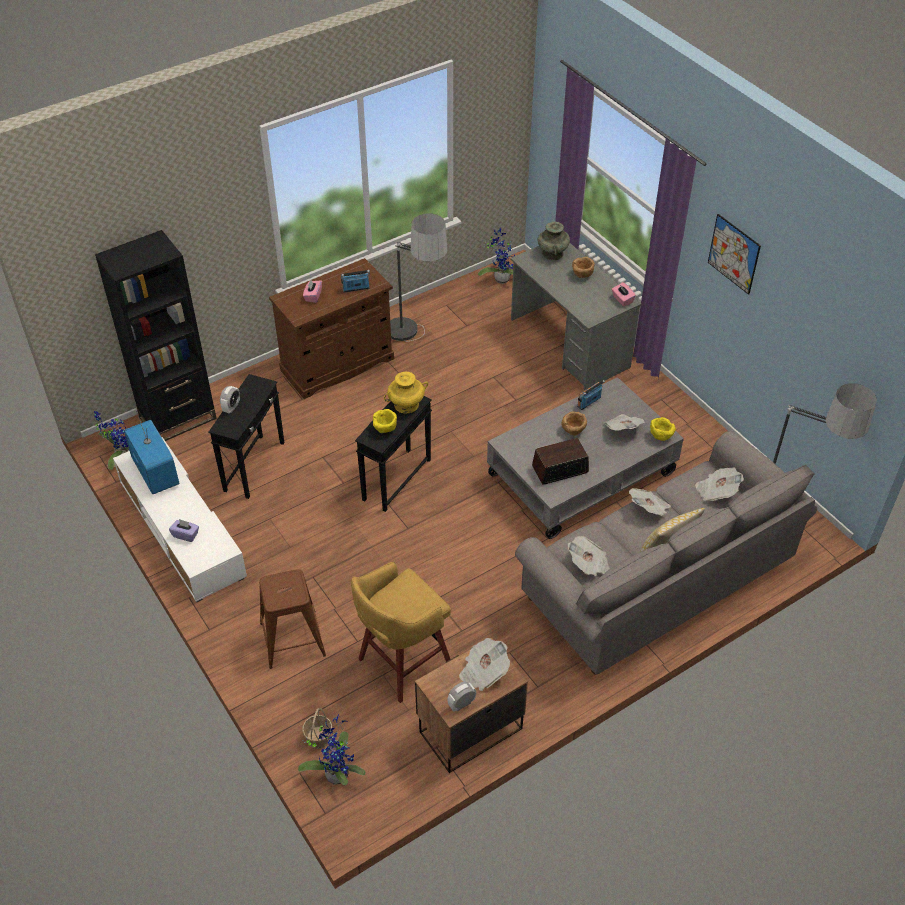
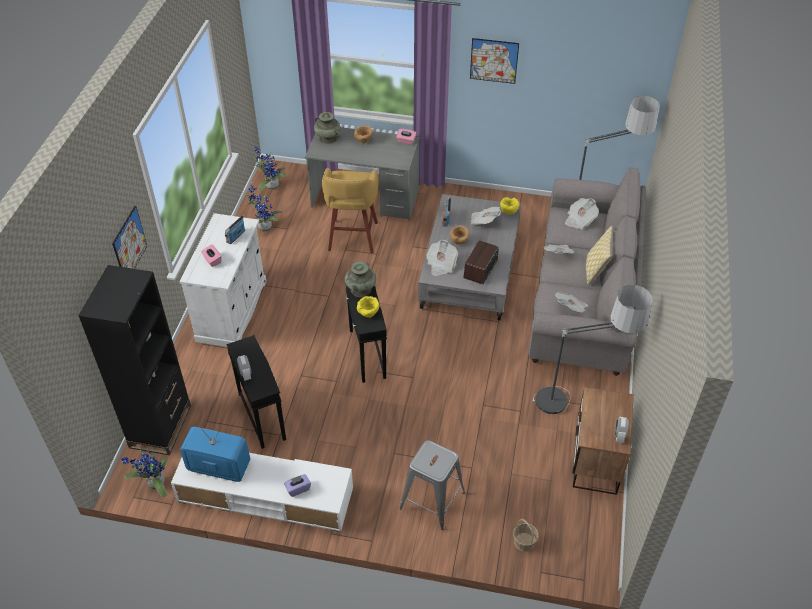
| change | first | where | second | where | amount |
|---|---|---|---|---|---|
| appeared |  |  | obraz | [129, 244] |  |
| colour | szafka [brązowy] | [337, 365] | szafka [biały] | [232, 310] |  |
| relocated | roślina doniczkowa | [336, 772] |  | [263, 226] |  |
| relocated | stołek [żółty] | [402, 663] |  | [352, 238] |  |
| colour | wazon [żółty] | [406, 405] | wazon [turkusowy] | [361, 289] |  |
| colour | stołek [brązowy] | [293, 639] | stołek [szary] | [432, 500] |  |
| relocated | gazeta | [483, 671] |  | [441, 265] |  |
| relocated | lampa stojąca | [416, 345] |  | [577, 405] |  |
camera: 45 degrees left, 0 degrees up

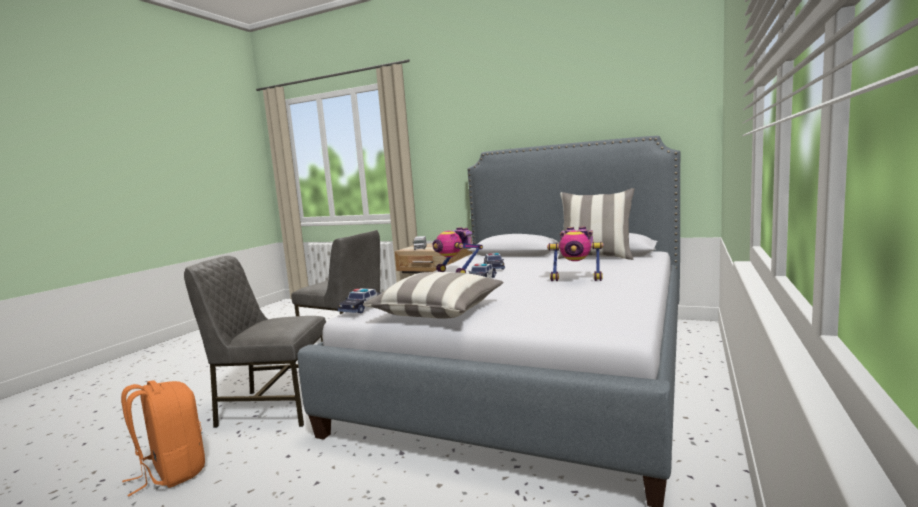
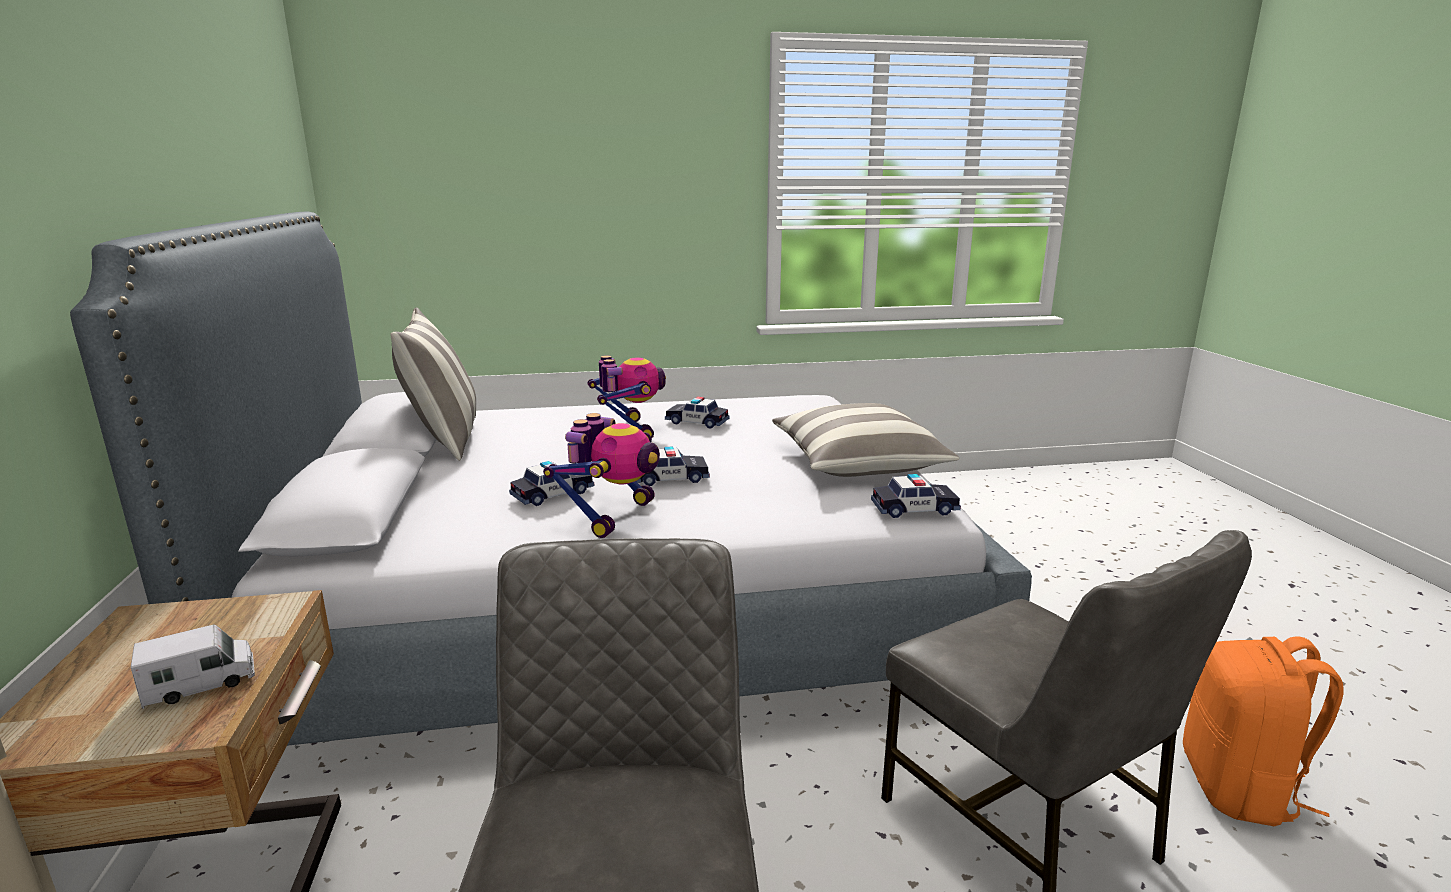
| change | first | where | second | where | amount |
|---|---|---|---|---|---|
| appeared |  |  | samochodzik | [697, 422] |  |
camera: 125 degrees left, 10 degrees up

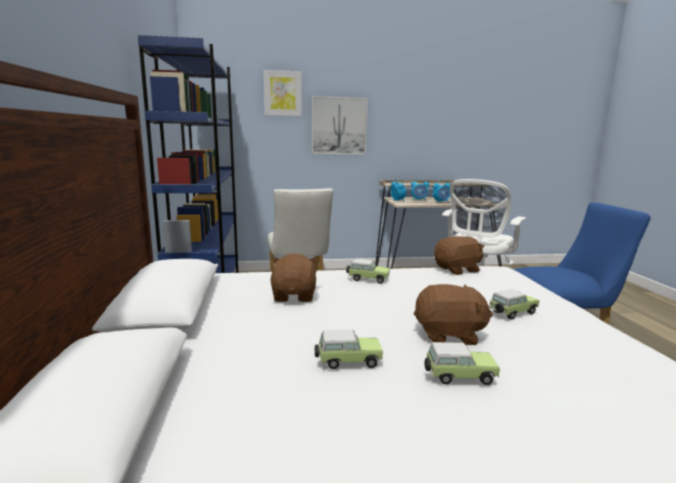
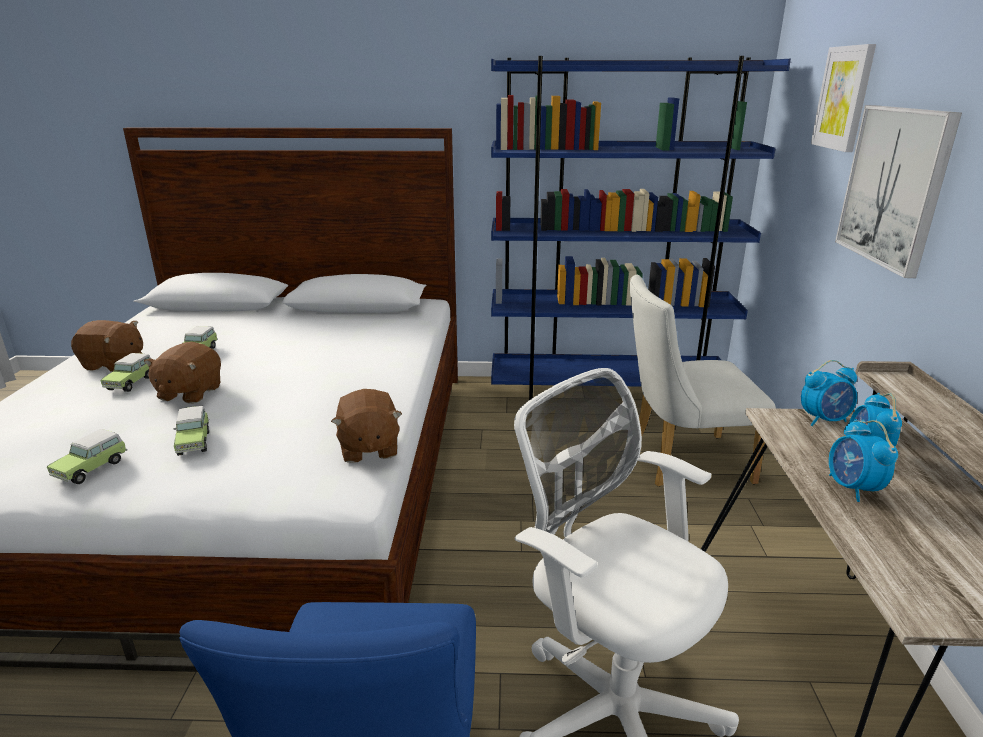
| change | first | where | second | where | amount |
|---|---|---|---|---|---|
| relocated | samochodzik | [367, 279] |  | [93, 468] |  |
| relocated | pluszak [brązowy] | [294, 296] |  | [114, 364] |  |
camera: 100 degrees right, 10 degrees up

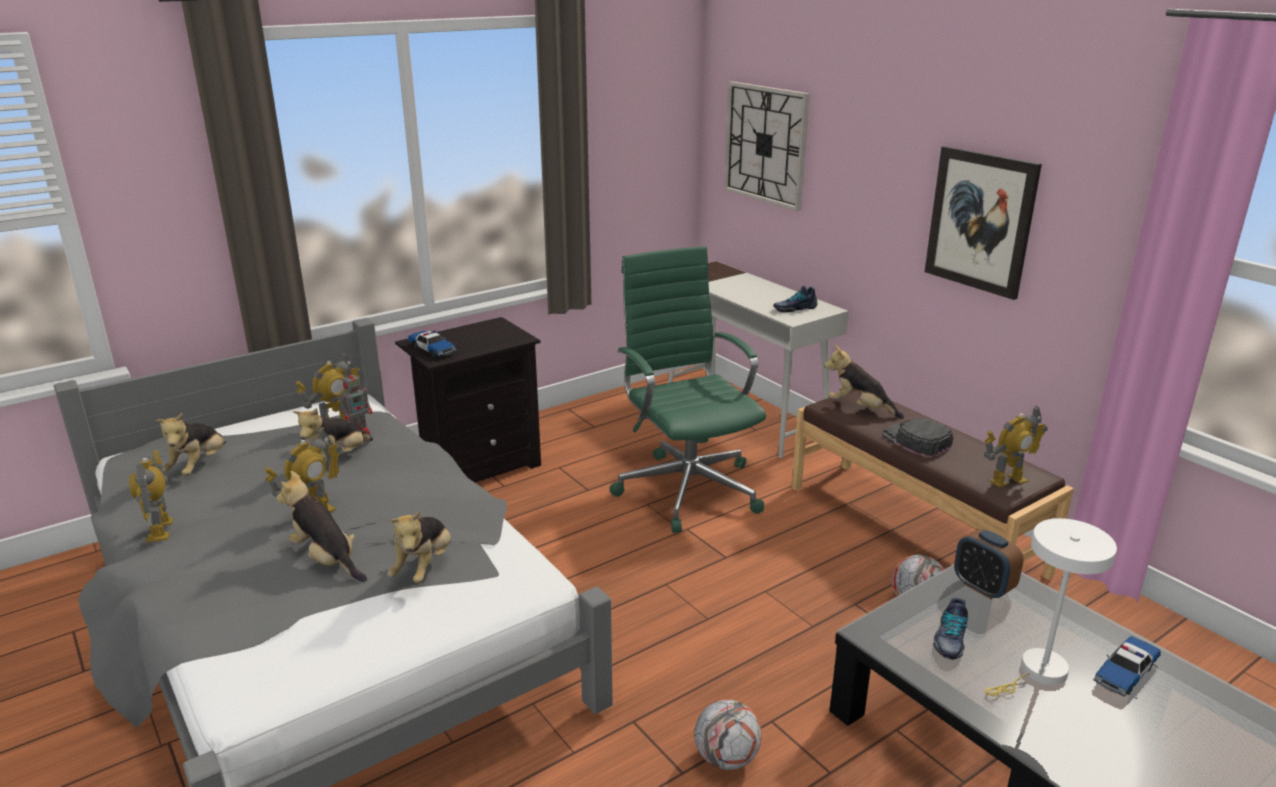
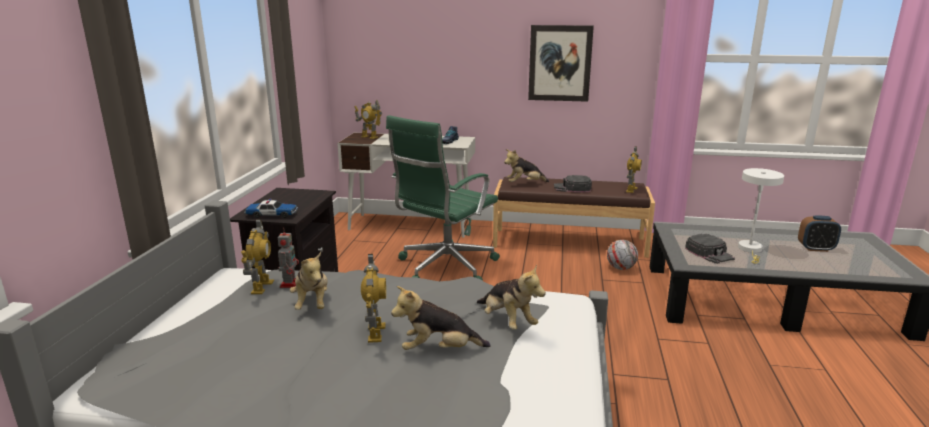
| change | first | where | second | where | amount |
|---|---|---|---|---|---|
| relocated | robot zabawkowy | [161, 530] |  | [369, 137] |  |
| spun | krzesło biurowe [zielony] | [687, 488] |  | [444, 267] | 75 degrees counterclockwise |
| exchanged | but | [949, 639] | czapka z daszkiem [czarny] | [709, 253] |  |
| relocated | budzik | [983, 587] |  | [815, 248] |  |
| missing | pluszak | [199, 466] |  |  |  |
| missing | piłka futbolowa | [726, 758] |  |  |  |
| missing | zegar ścienny | [765, 144] |  |  |  |
| missing | samochodzik | [1125, 673] |  |  |  |
camera: 45 degrees left, 5 degrees down

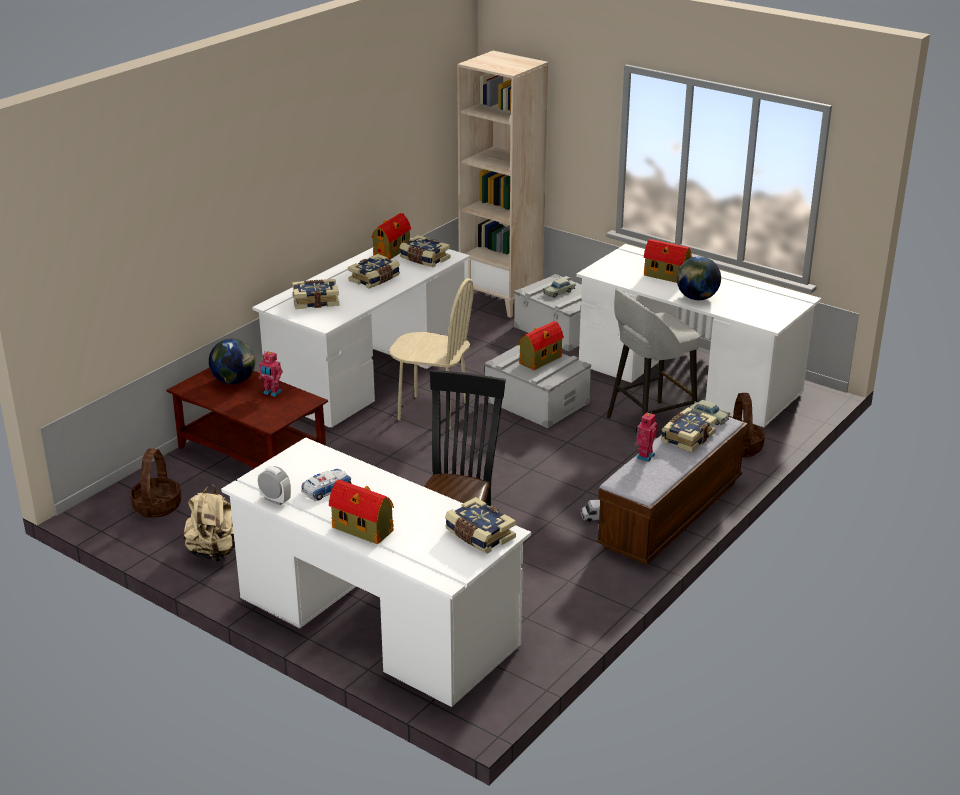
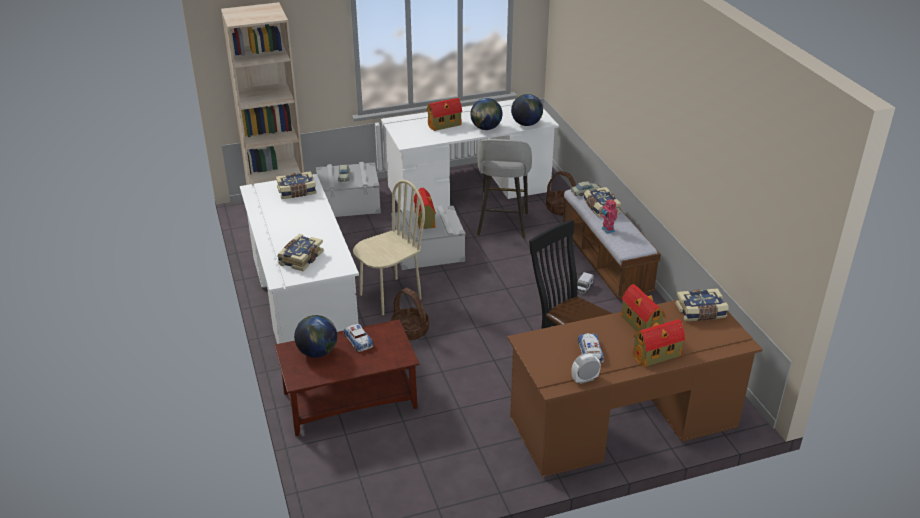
| change | first | where | second | where | amount |
|---|---|---|---|---|---|
| exchanged | robot zabawkowy | [272, 393] | samochodzik | [358, 340] |  |
| relocated | koszyk | [157, 506] |  | [410, 330] |  |
| colour | biurko [biały] | [377, 623] | biurko [brązowy] | [623, 424] |  |
| appeared |  |  | globus | [526, 124] |  |
| relocated | domek | [392, 251] |  | [640, 324] |  |
| missing | plecak [beżowy] | [214, 552] |  |  |  |
| missing | książka | [375, 279] |  |  |  |
camera: 55 degrees left, 5 degrees up

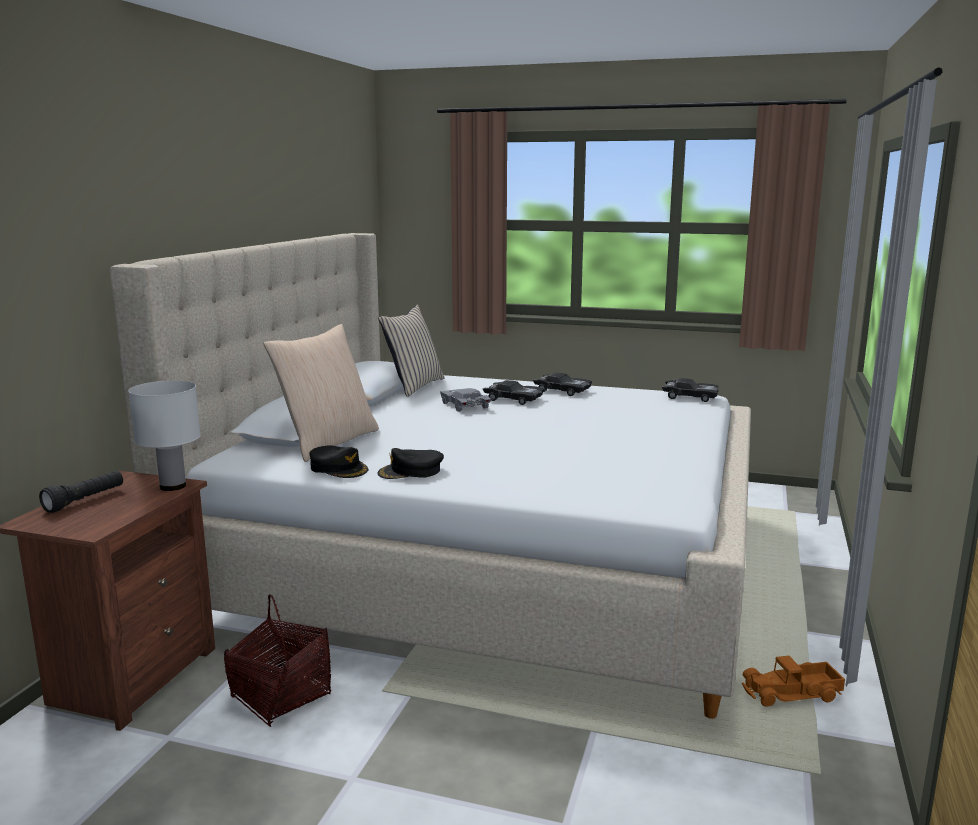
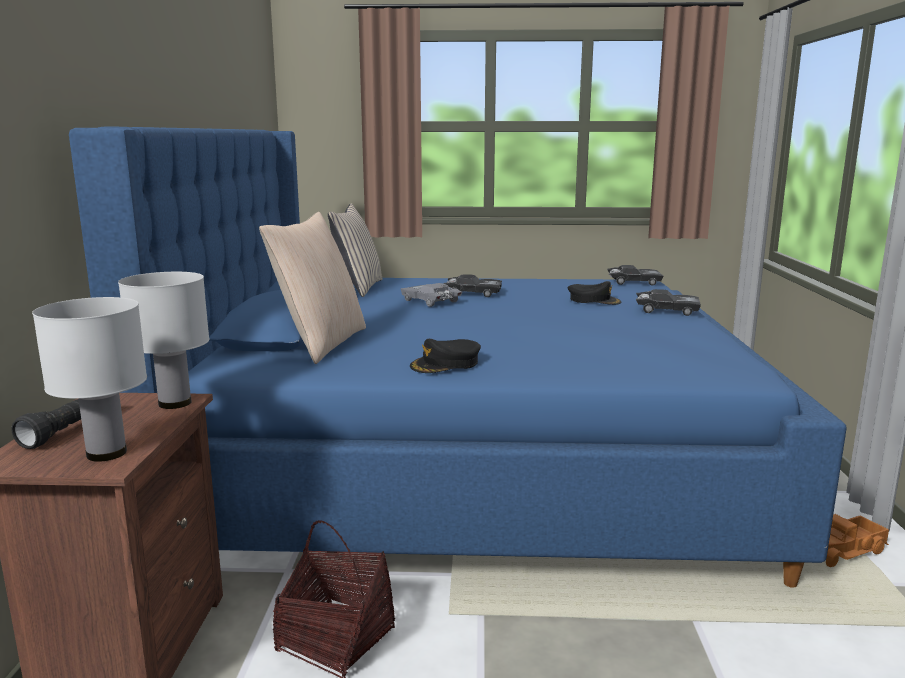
| change | first | where | second | where | amount |
|---|---|---|---|---|---|
| appeared |  |  | lampa stołowa [biały] | [105, 454] |  |
| colour | łóżko [beżowy] | [486, 562] | łóżko [niebieski] | [468, 462] |  |
| relocated | czapka z daszkiem [czarny] | [339, 468] |  | [594, 300] |  |
| relocated | samochodzik [czarny] | [562, 390] |  | [667, 310] |  |
camera: 15 degrees left, 0 degrees up

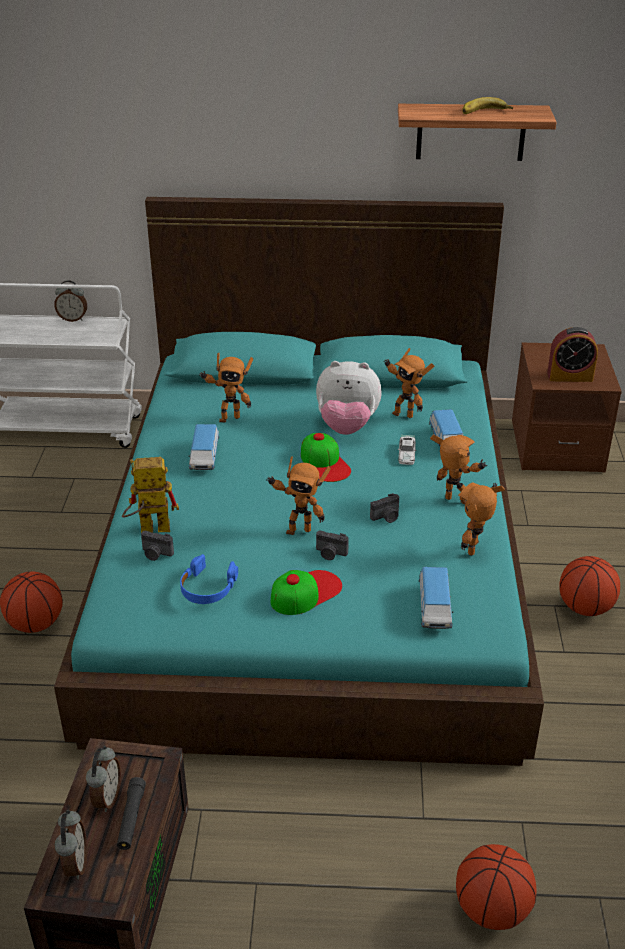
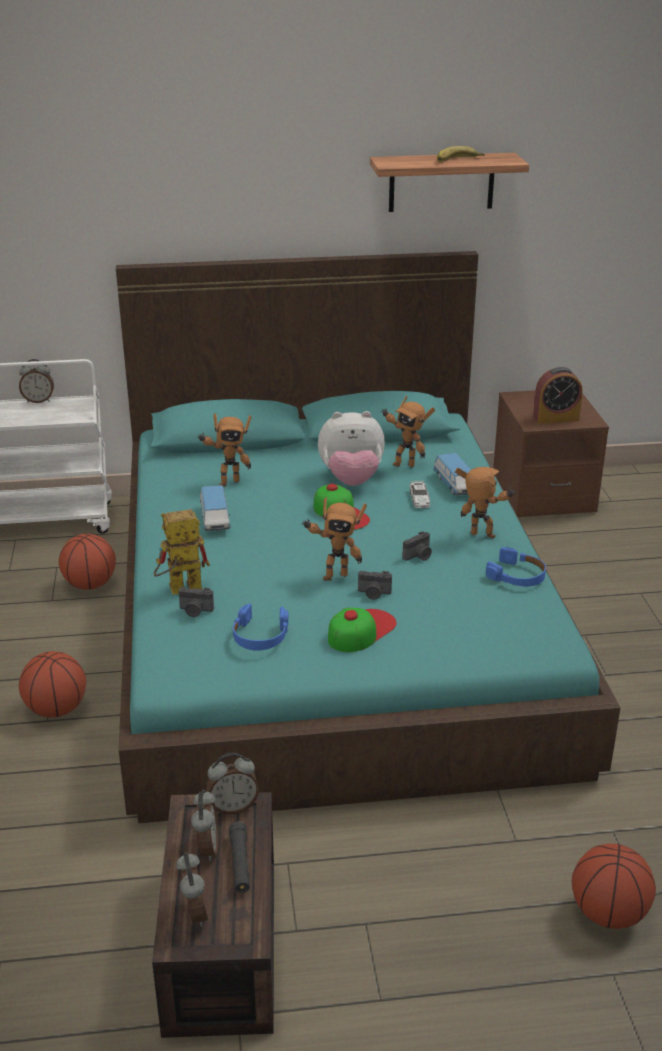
| change | first | where | second | where | amount |
|---|---|---|---|---|---|
| relocated | piłka do koszykówki | [585, 608] |  | [90, 585] |  |
| appeared |  |  | budzik | [233, 807] |  |
| exchanged | robot zabawkowy | [477, 549] | słuchawki [niebieski] | [517, 576] |  |
| missing | samochodzik | [434, 608] |  |  |  |
camera: 10 degrees left, 5 degrees down

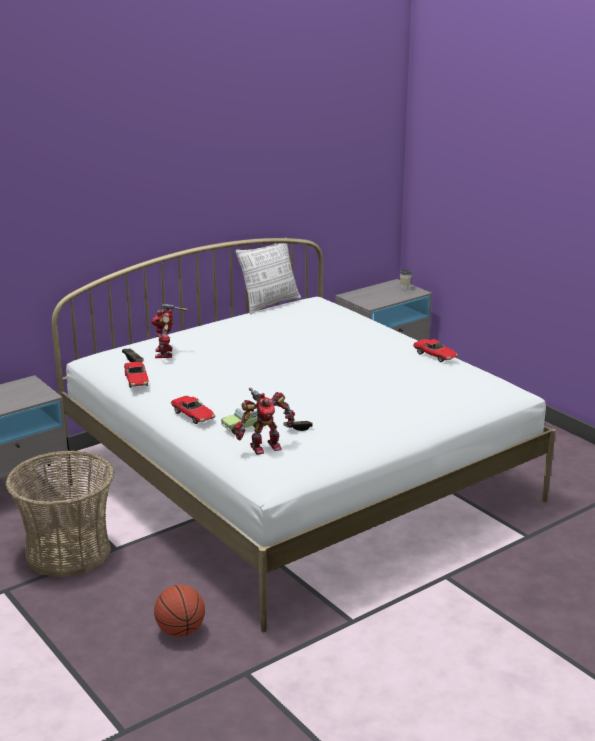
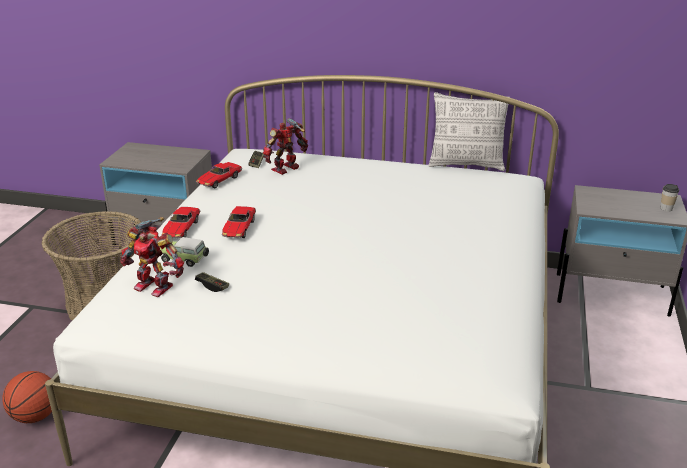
| change | first | where | second | where | amount |
|---|---|---|---|---|---|
| relocated | samochodzik | [435, 355] |  | [239, 229] |  |
camera: 50 degrees right, 5 degrees up

